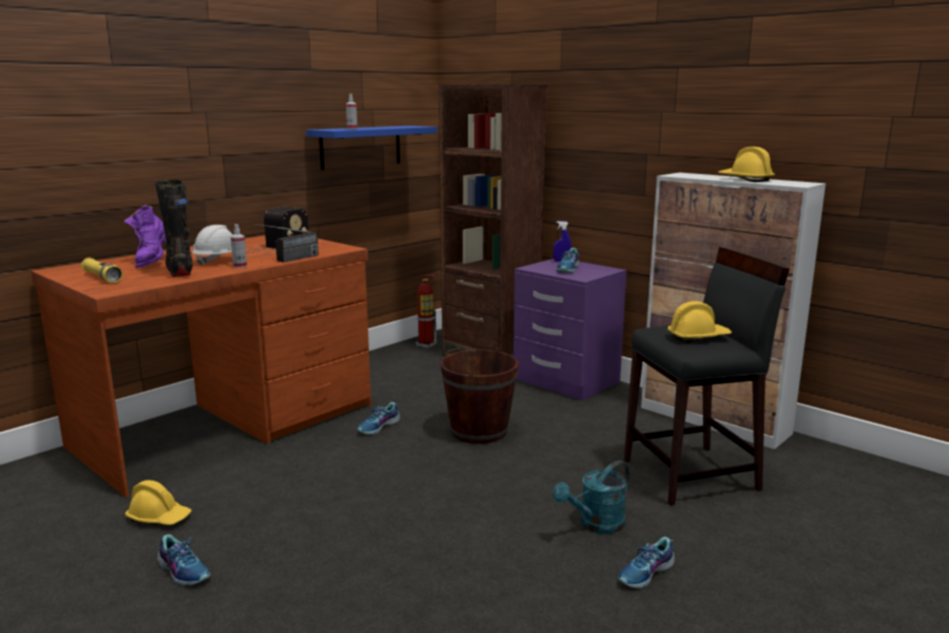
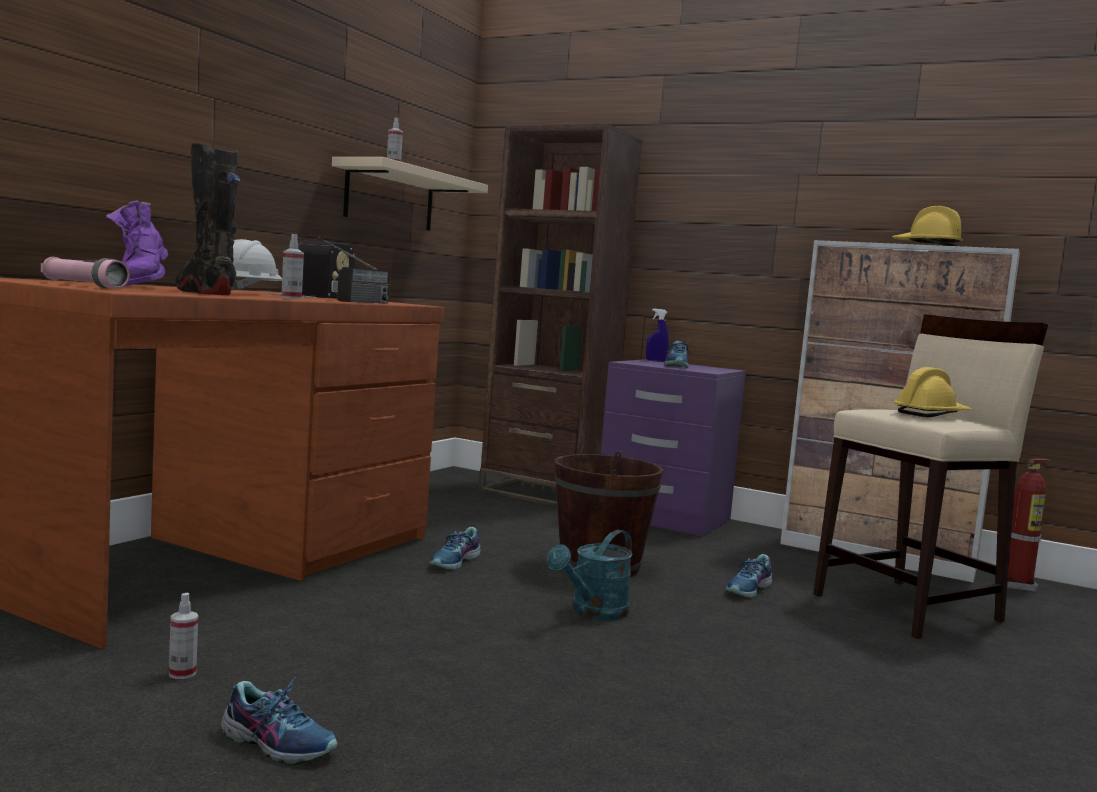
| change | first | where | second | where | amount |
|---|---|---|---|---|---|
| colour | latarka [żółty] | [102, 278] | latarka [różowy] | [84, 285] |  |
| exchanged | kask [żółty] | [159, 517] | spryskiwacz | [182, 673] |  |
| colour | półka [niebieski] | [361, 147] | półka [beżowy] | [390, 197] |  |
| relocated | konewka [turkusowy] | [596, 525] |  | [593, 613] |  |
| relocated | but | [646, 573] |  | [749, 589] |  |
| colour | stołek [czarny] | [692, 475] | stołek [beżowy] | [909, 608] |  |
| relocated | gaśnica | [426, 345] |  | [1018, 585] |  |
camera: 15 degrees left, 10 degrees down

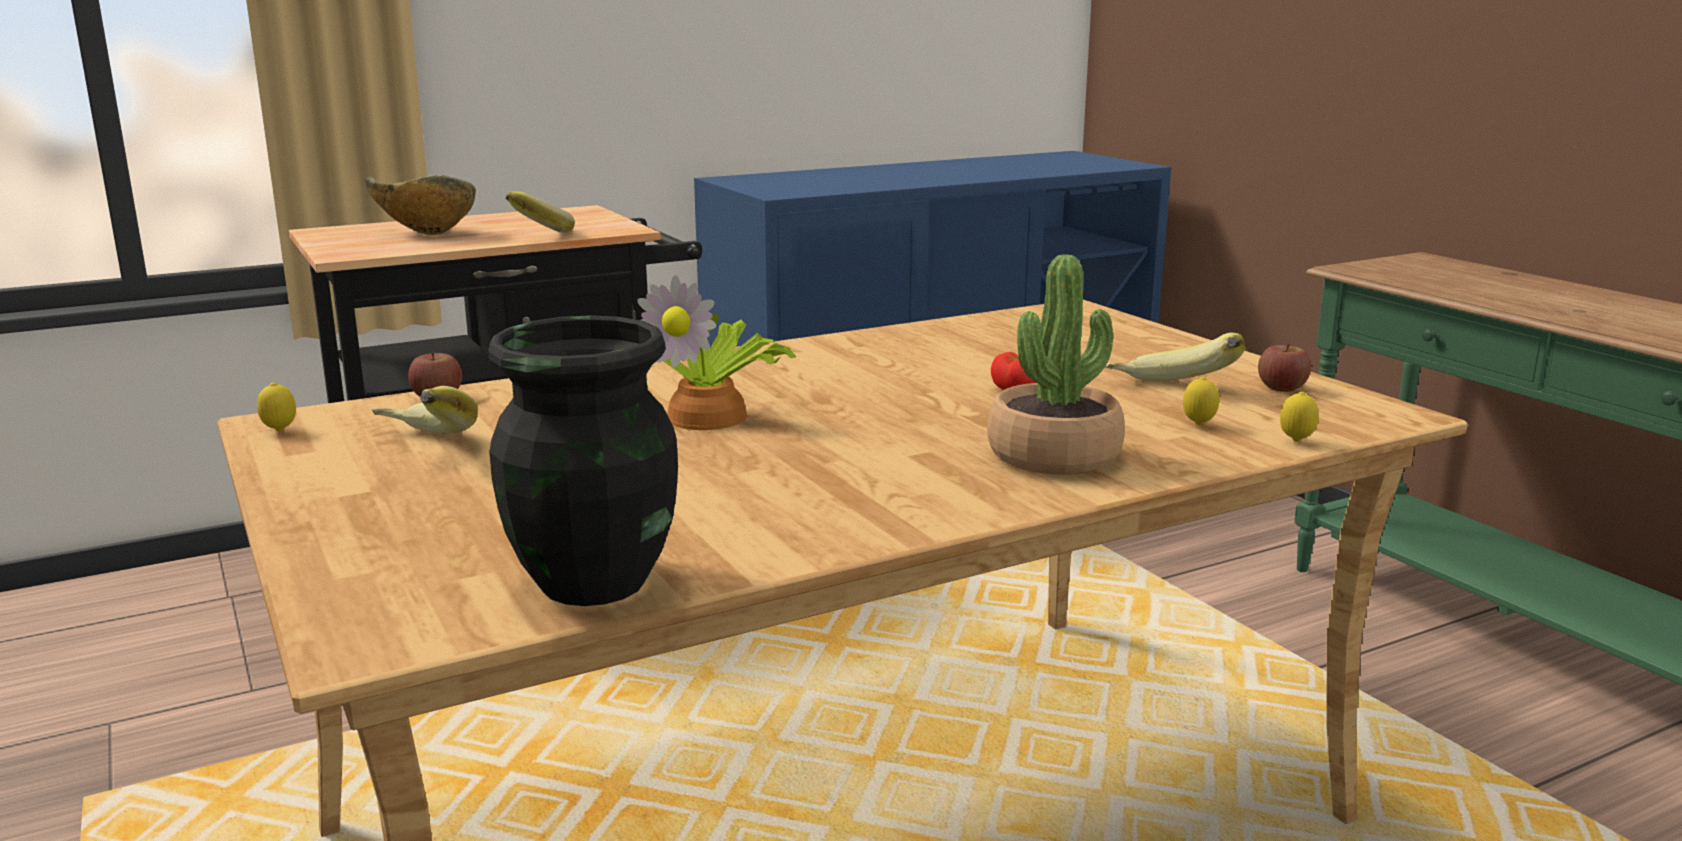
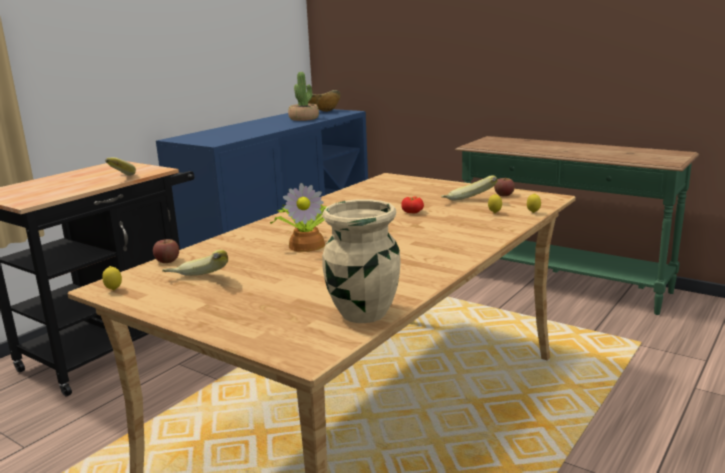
| change | first | where | second | where | amount |
|---|---|---|---|---|---|
| relocated | roślina doniczkowa | [1054, 456] |  | [304, 119] |  |
| relocated | miska | [425, 233] |  | [323, 111] |  |
| colour | wazon [czarny] | [590, 583] | wazon [beżowy] | [362, 314] |  |
camera: 25 degrees left, 0 degrees up

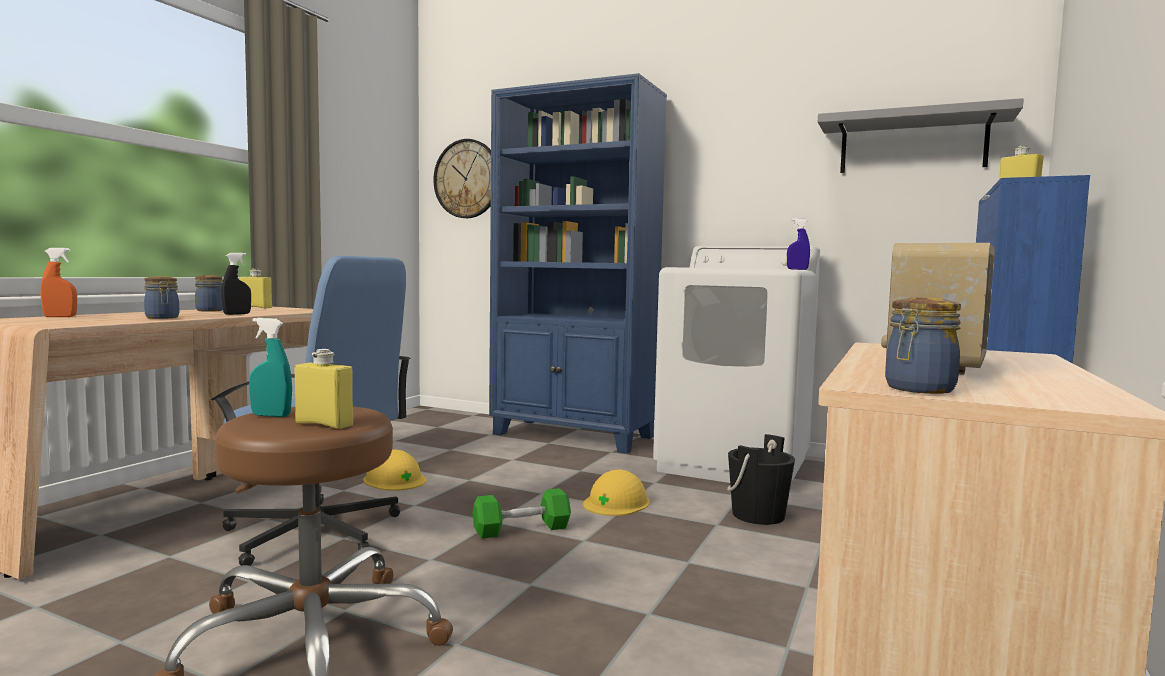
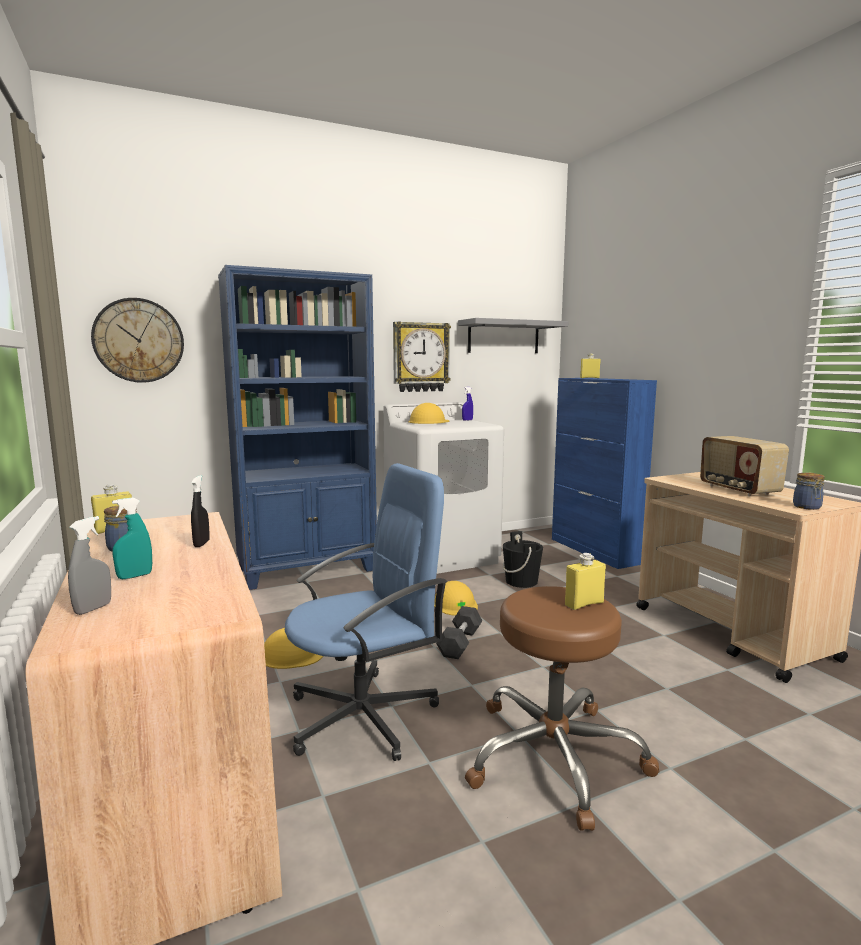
| change | first | where | second | where | amount |
|---|---|---|---|---|---|
| colour | spryskiwacz [pomarańczowy] | [60, 317] | spryskiwacz [szary] | [93, 609] |  |
| relocated | spryskiwacz [turkusowy] | [271, 415] |  | [135, 576] |  |
| appeared |  |  | zegar ścienny | [420, 357] |  |
| appeared |  |  | kask [żółty] | [428, 421] |  |
| colour | hantel [zielony] | [521, 529] | hantel [czarny] | [460, 643] |  |
| missing | słoik | [162, 318] |  |  |  |
camera: 50 degrees left, 5 degrees up

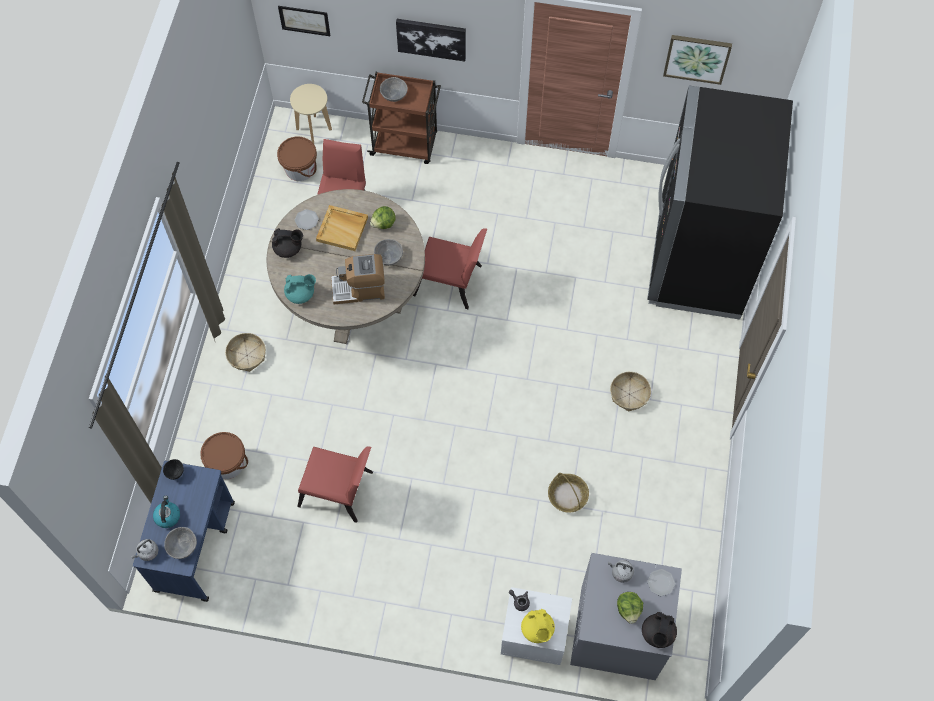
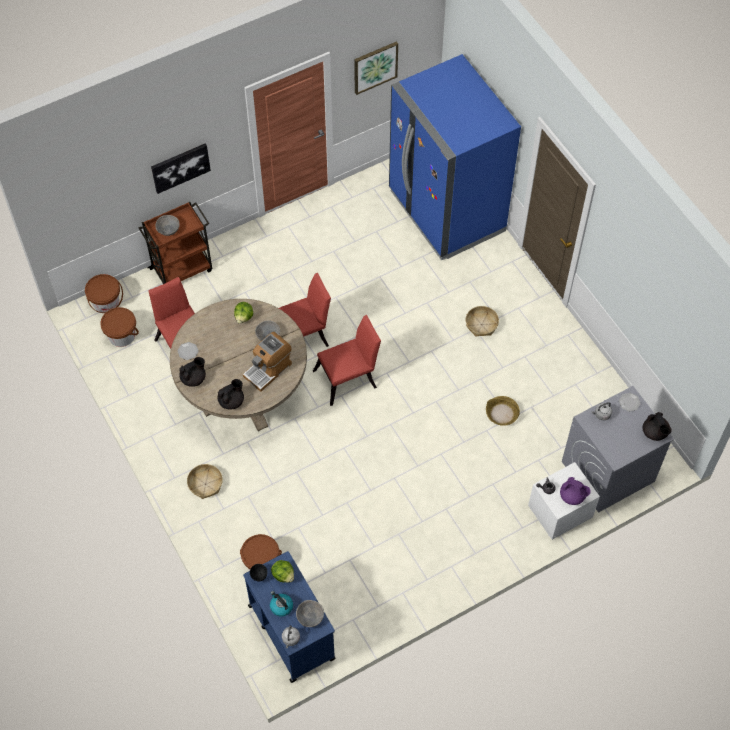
| change | first | where | second | where | amount |
|---|---|---|---|---|---|
| exchanged | stołek [beżowy] | [314, 129] | wiadro [brązowy] | [106, 302] |  |
| colour | imbryk [turkusowy] | [301, 294] | imbryk [czarny] | [231, 401] |  |
| relocated | sałata | [629, 609] |  | [283, 575] |  |
| relocated | krzesło [czerwony] | [340, 492] |  | [349, 378] |  |
| colour | lodówka [czarny] | [698, 259] | lodówka [niebieski] | [446, 211] |  |
| colour | imbryk [żółty] | [537, 630] | imbryk [fioletowy] | [572, 496] |  |
| missing | obraz | [304, 20] |  |  |  |
| missing | taca [beżowy] | [342, 229] |  |  |  |
camera: 40 degrees left, 5 degrees down

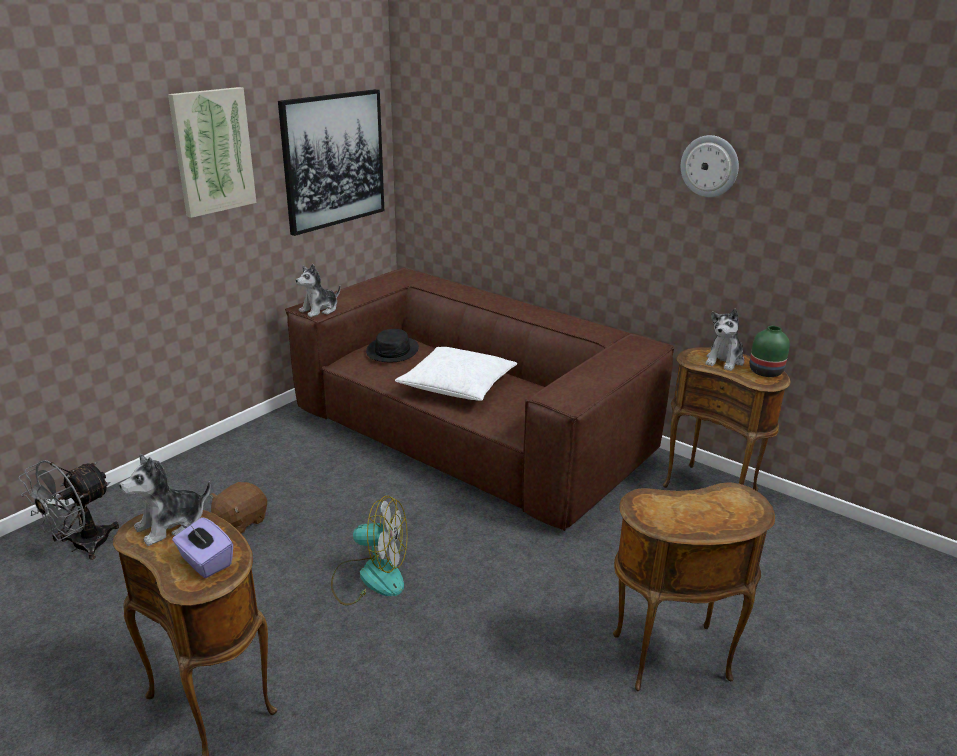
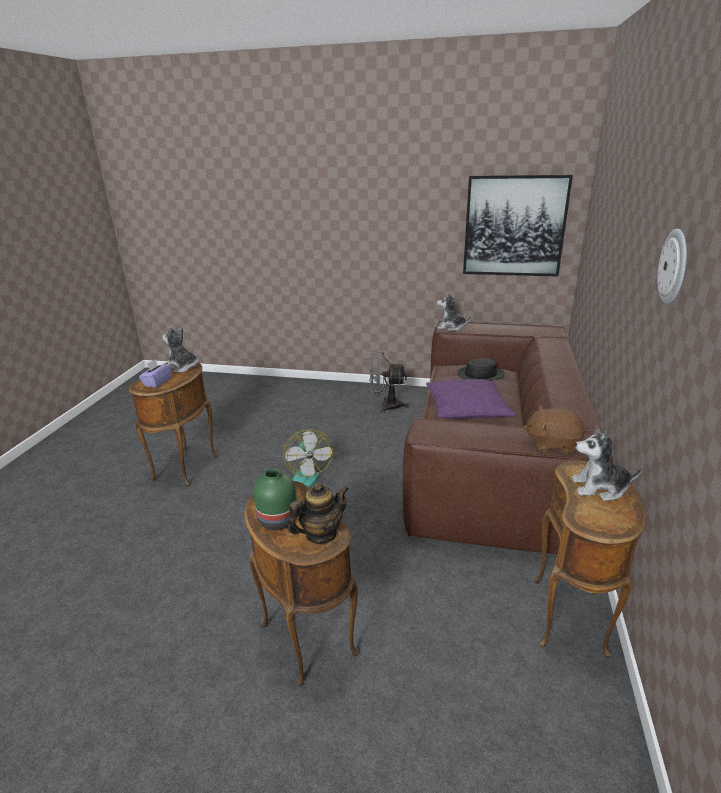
| change | first | where | second | where | amount |
|---|---|---|---|---|---|
| relocated | wazon [zielony] | [764, 372] |  | [277, 519] |  |
| appeared |  |  | imbryk | [321, 534] |  |
| relocated | wentylator [szary] | [81, 546] |  | [386, 406] |  |
| colour | poduszka [biały] | [457, 385] | poduszka [fioletowy] | [467, 408] |  |
| relocated | pluszak [brązowy] | [240, 522] |  | [552, 444] |  |
| missing | obraz | [212, 151] |  |  |  |
camera: 65 degrees right, 0 degrees up

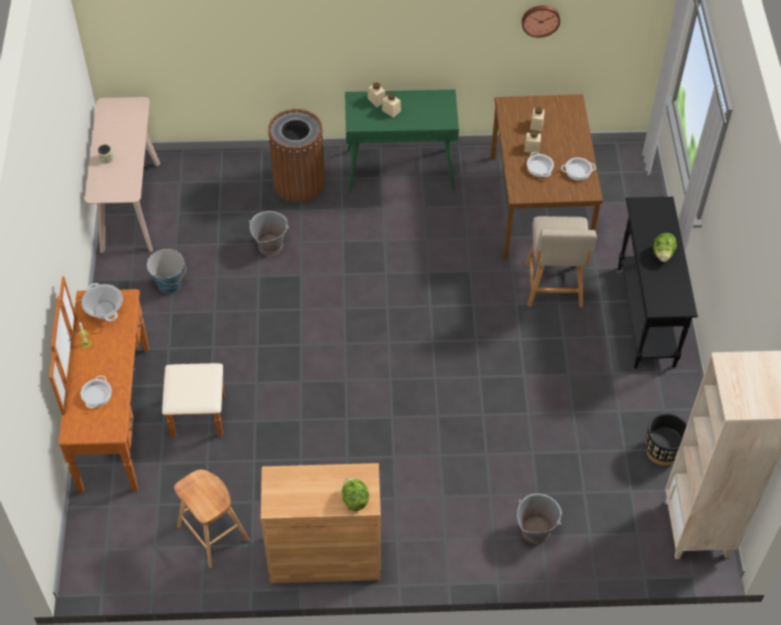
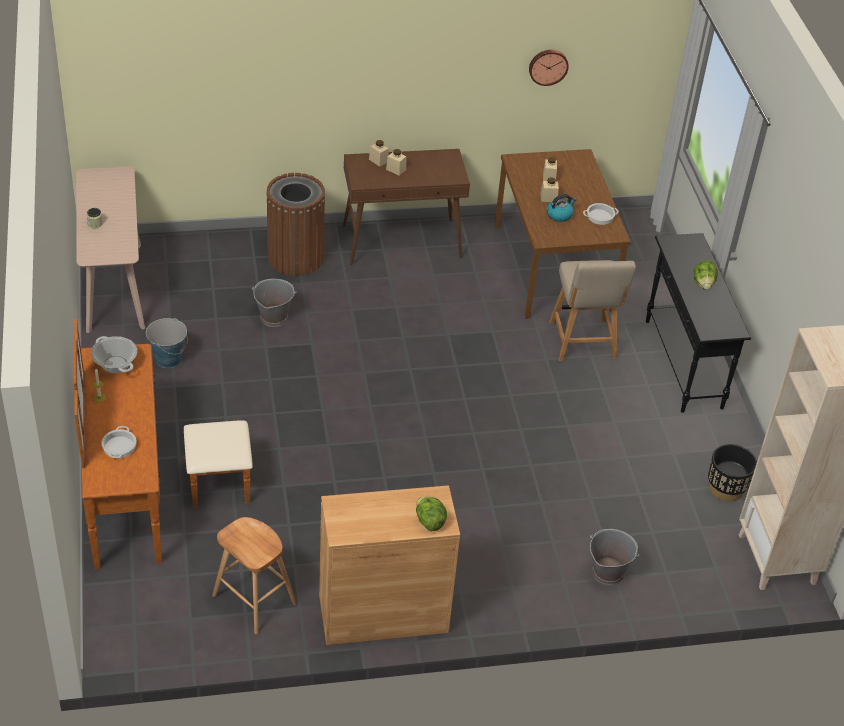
| change | first | where | second | where | amount |
|---|---|---|---|---|---|
| colour | stolik konsolowy [zielony] | [400, 170] | stolik konsolowy [brązowy] | [402, 242] |  |
| exchanged | garnek | [539, 167] | czajnik | [559, 215] |  |
camera: 10 degrees left, 10 degrees down

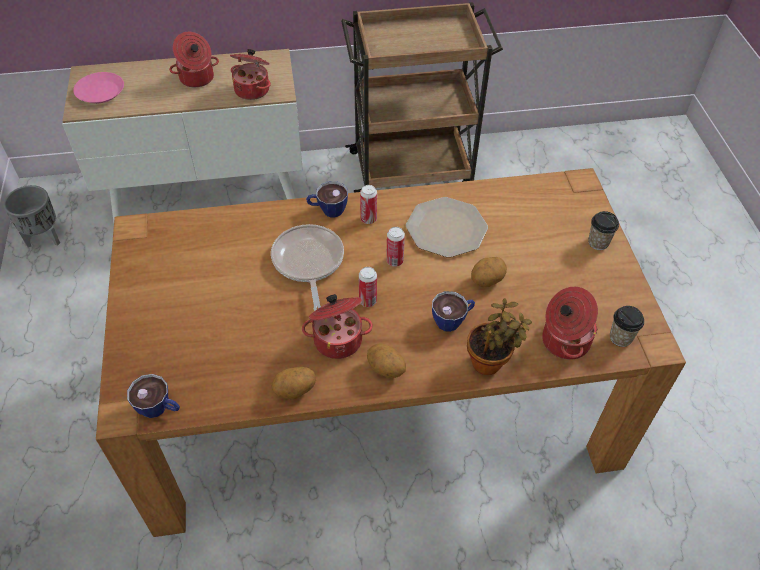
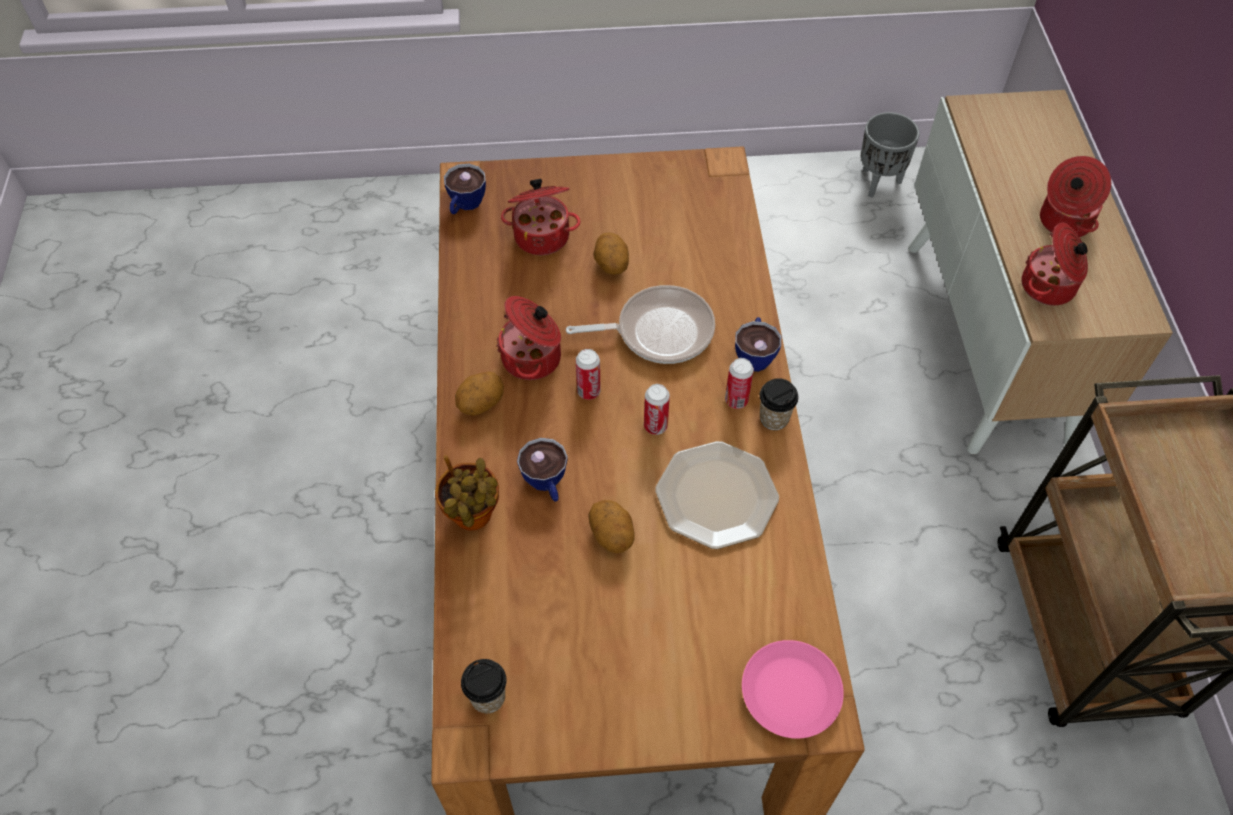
| change | first | where | second | where | amount |
|---|---|---|---|---|---|
| relocated | garnek | [564, 341] |  | [542, 235] |  |
| relocated | ziemniak | [295, 391] |  | [611, 265] |  |
| relocated | talerz [różowy] | [100, 92] |  | [791, 693] |  |
| relocated | filiżanka | [598, 242] |  | [774, 418] |  |
camera: 95 degrees right, 5 degrees up

